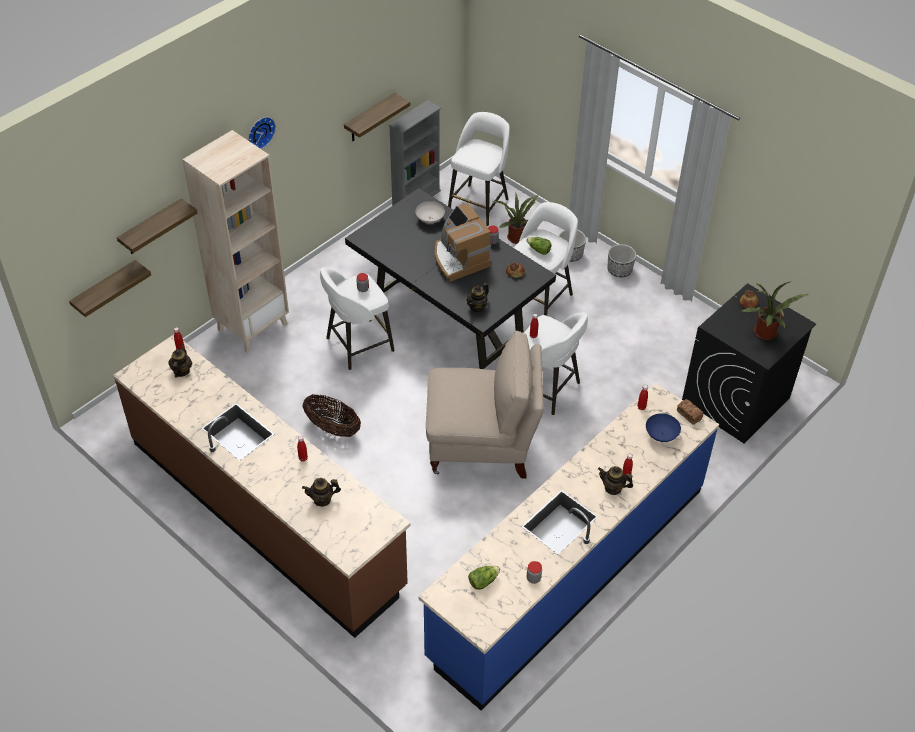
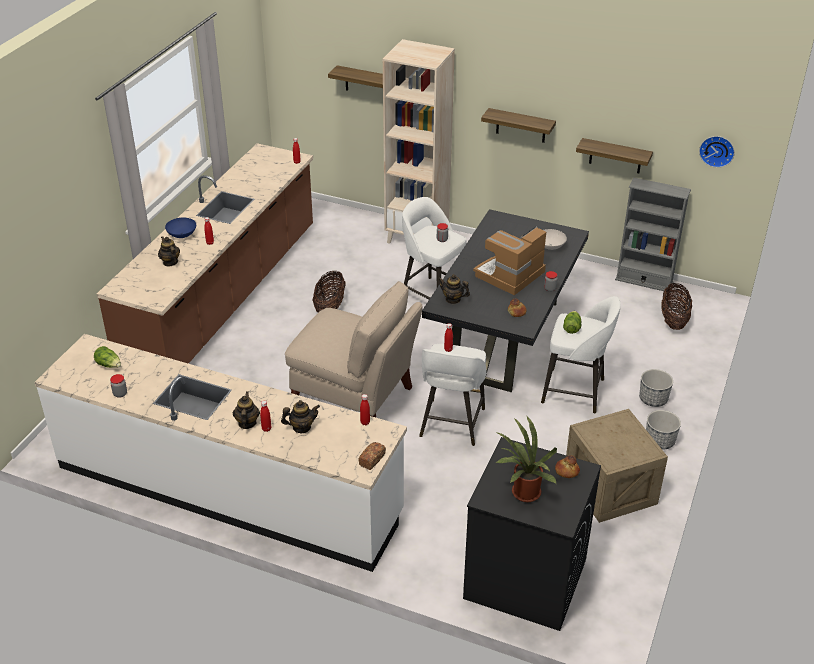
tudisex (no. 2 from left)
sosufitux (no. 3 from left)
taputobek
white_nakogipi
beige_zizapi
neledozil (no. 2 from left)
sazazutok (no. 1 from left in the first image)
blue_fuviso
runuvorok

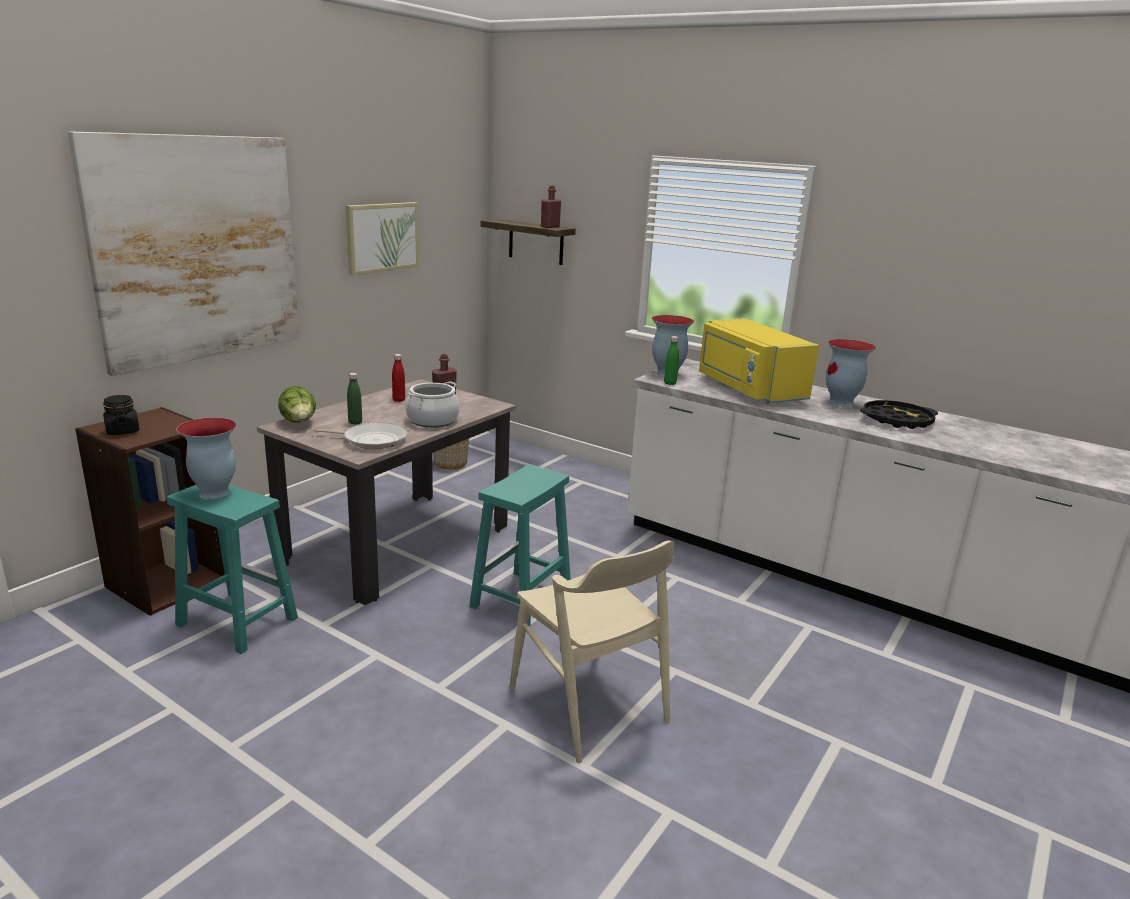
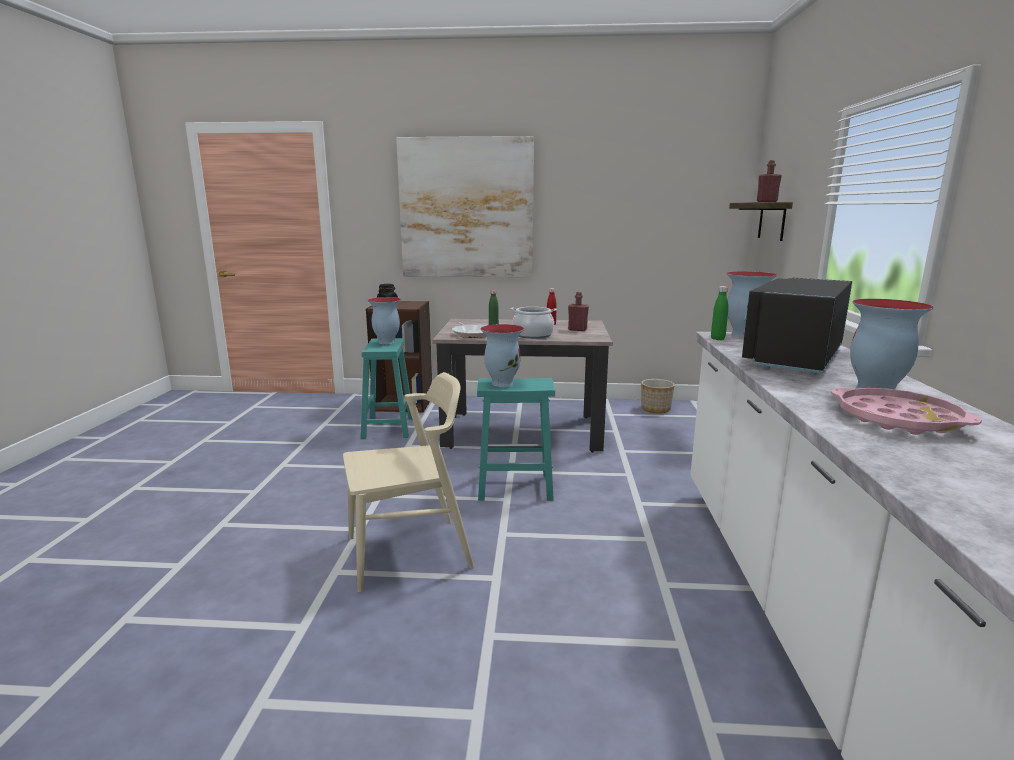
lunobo
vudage (no. 2 from left in the first image)
beige_zizapi
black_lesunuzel
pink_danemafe
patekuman (no. 2 from left)

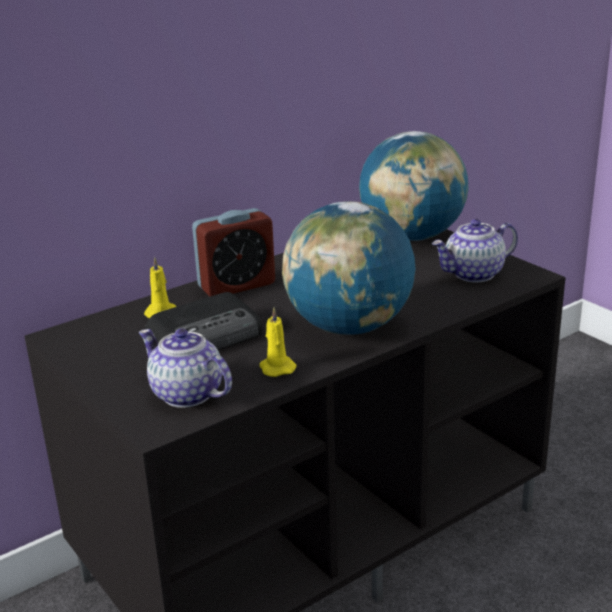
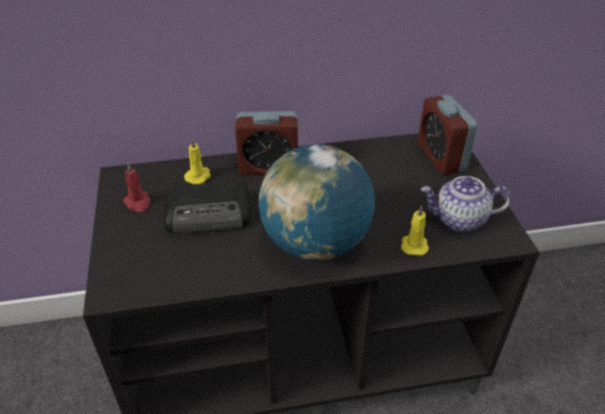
sosufitux (no. 1 from left in the first image)
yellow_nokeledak (no. 2 from left)
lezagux (no. 2 from left)
red_nokeledak

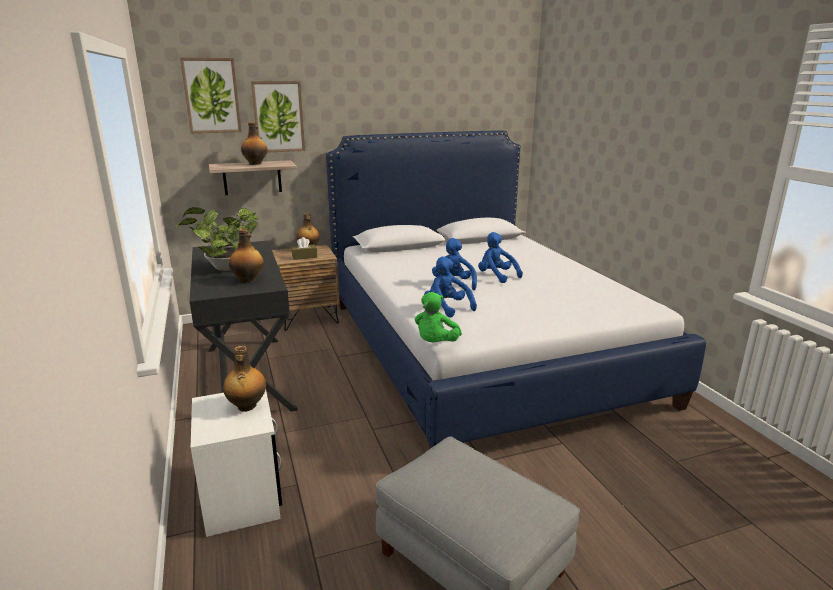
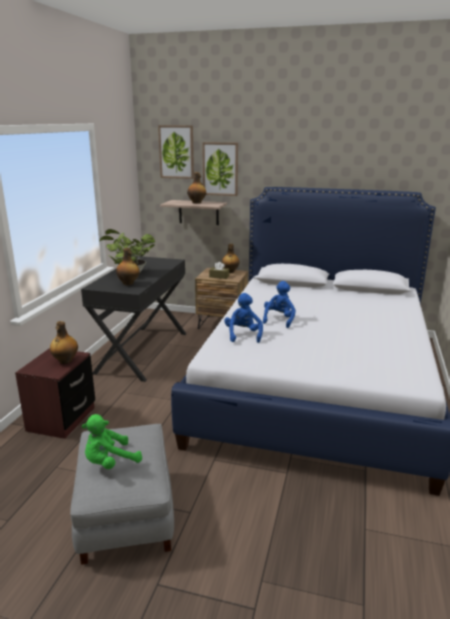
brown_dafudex (no. 1 from left)
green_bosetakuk
blue_bosetakuk (no. 3 from left in the first image)

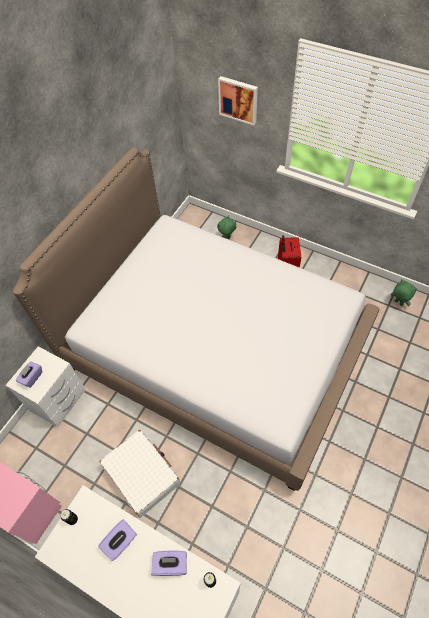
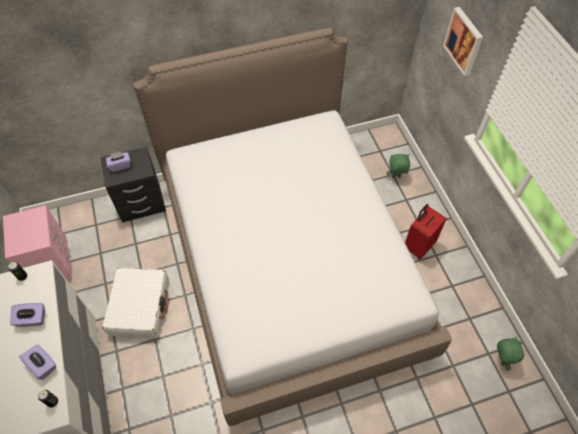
black_dafudex

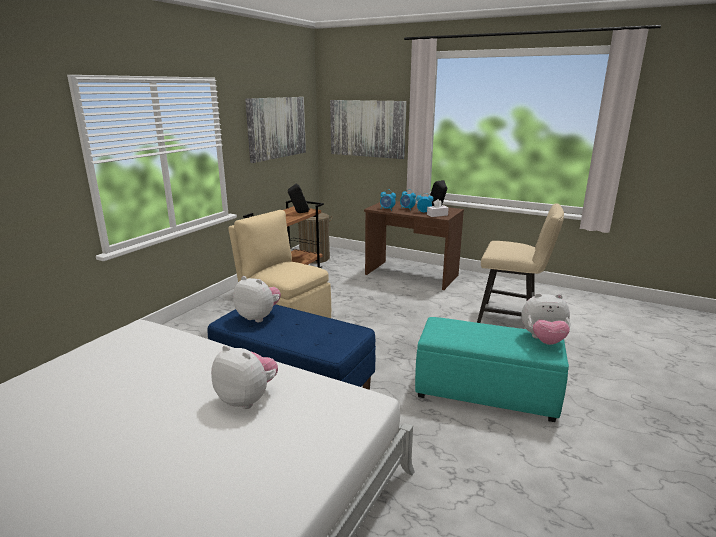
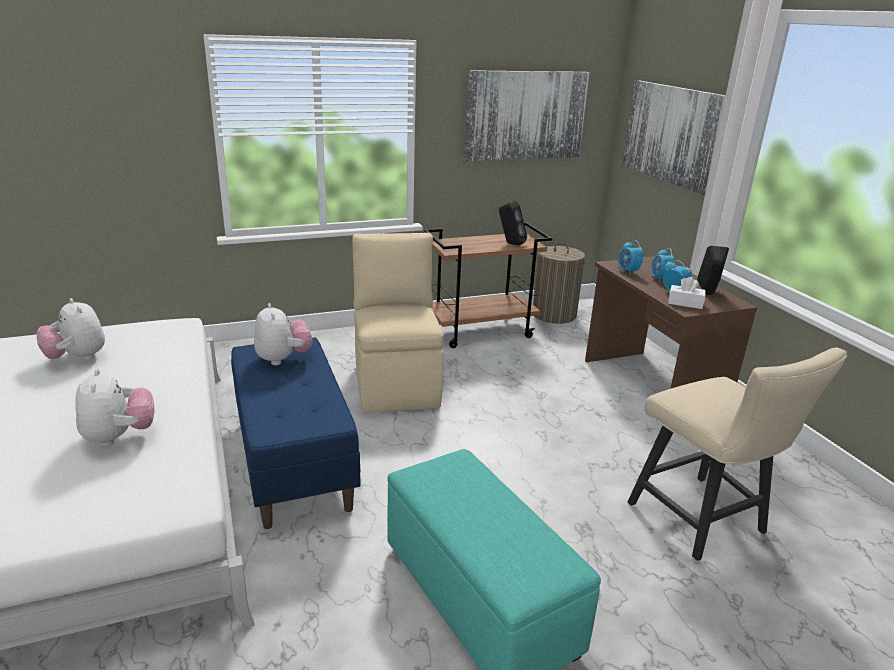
bosetakuk (no. 1 from left)

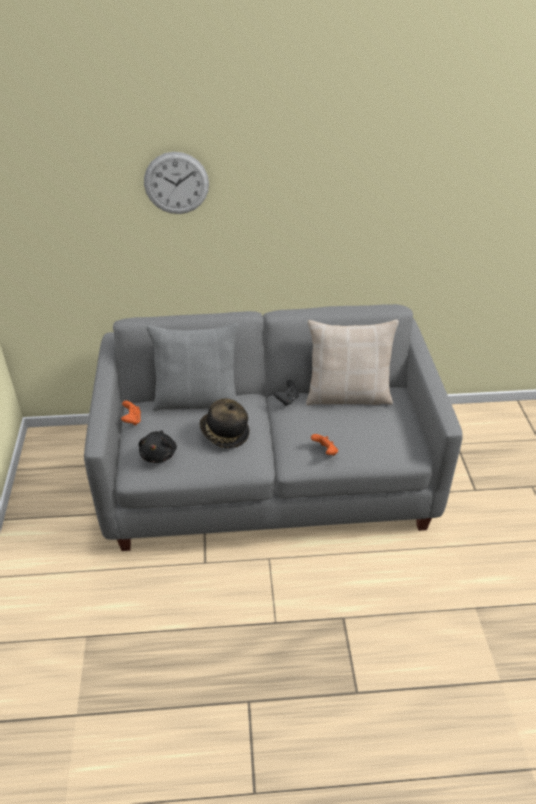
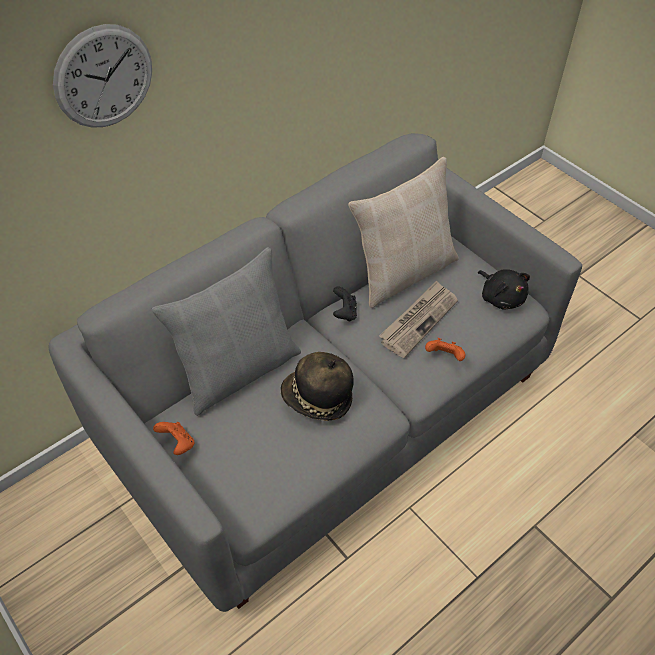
black_bosetakuk
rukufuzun

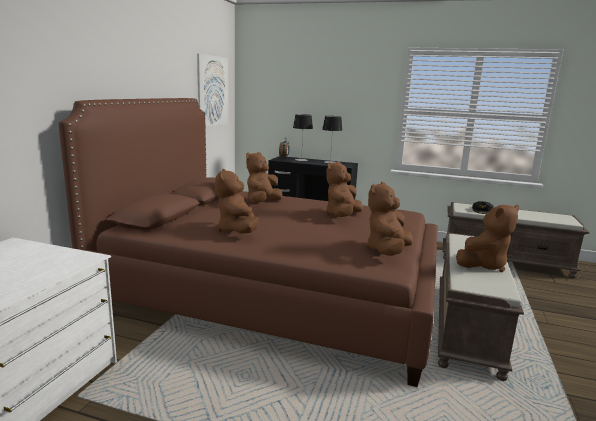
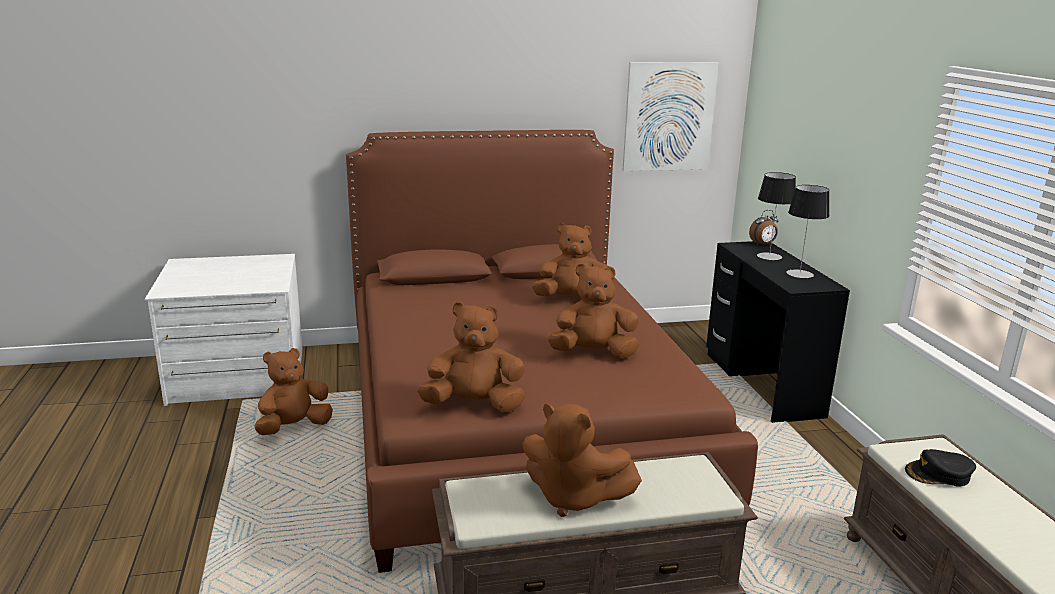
brown_bosetakuk (no. 1 from left)

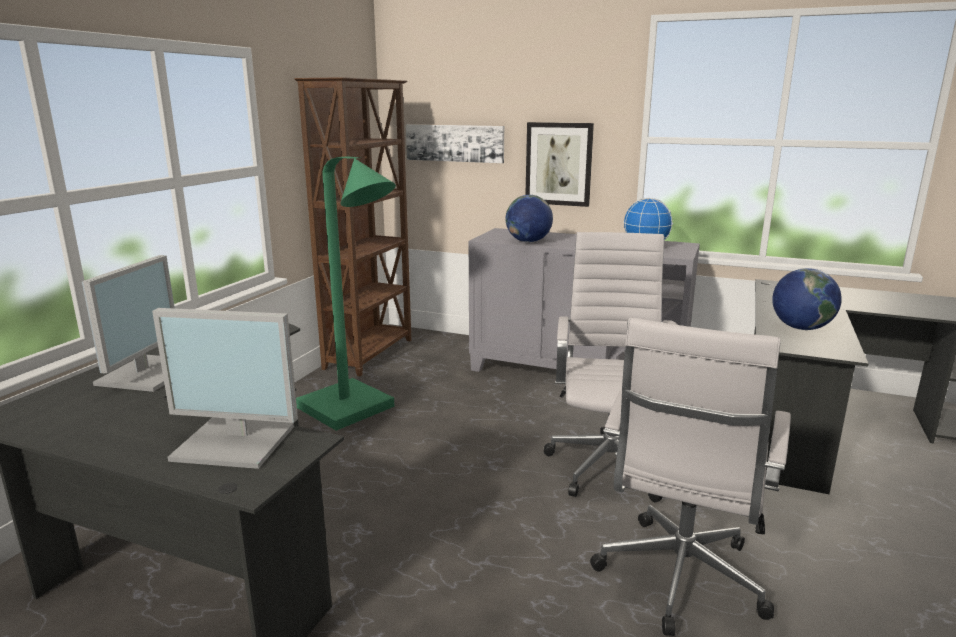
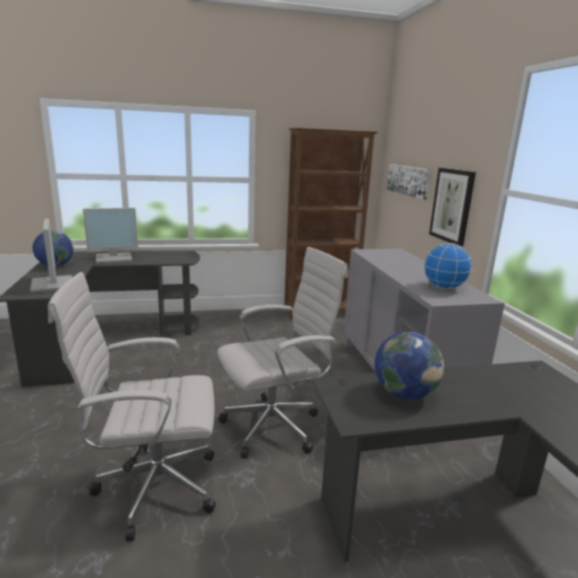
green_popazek
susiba (no. 1 from left)

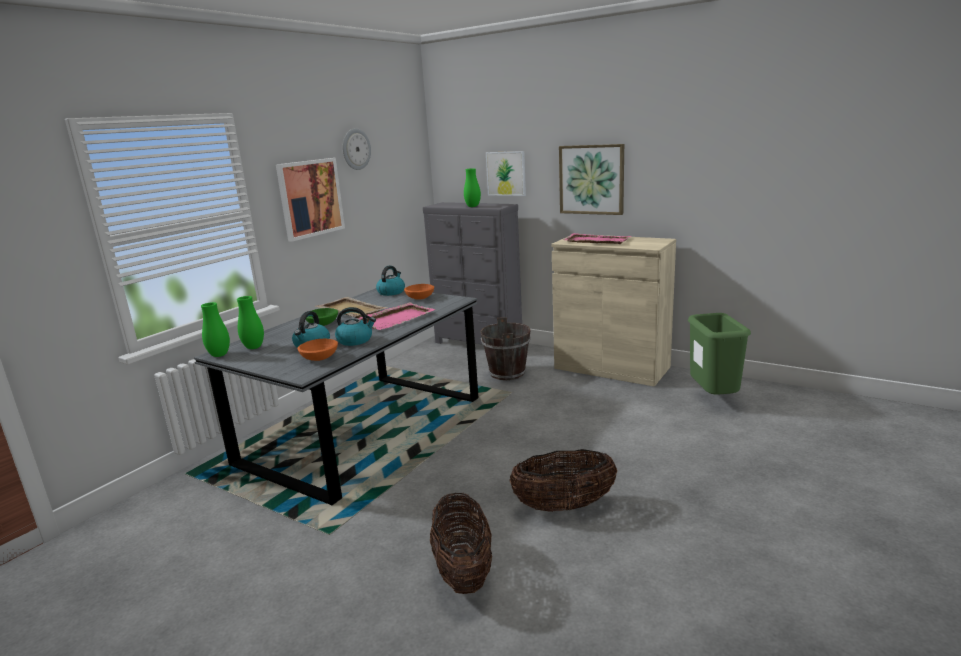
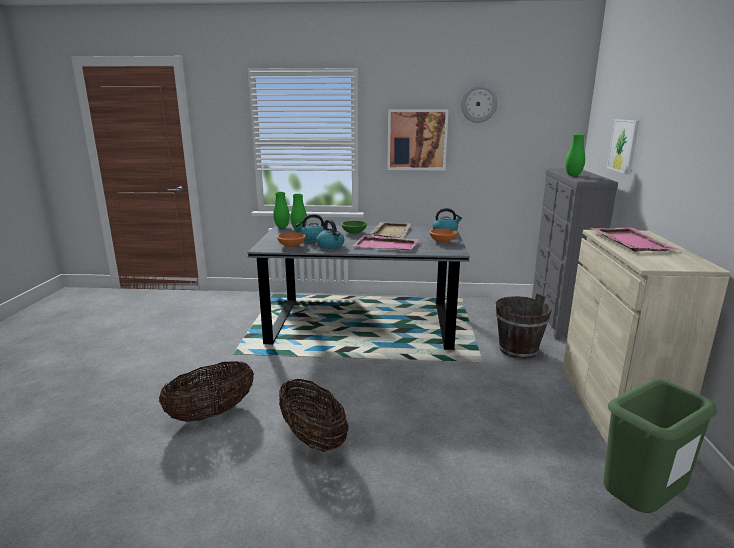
vudage (no. 3 from left in the first image)

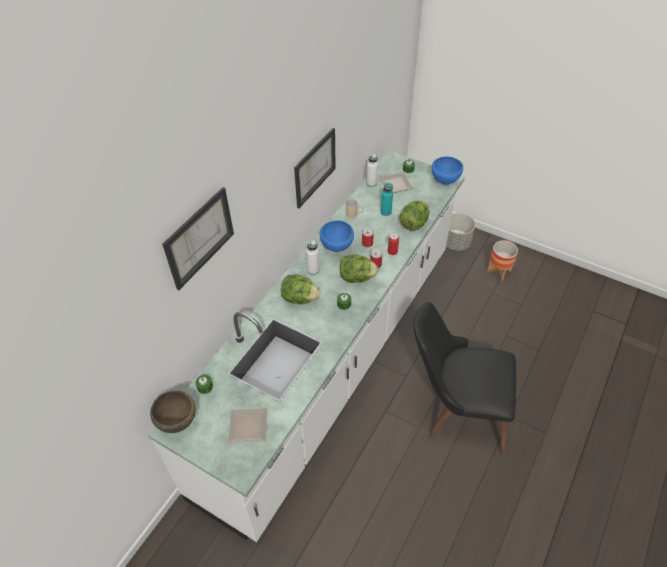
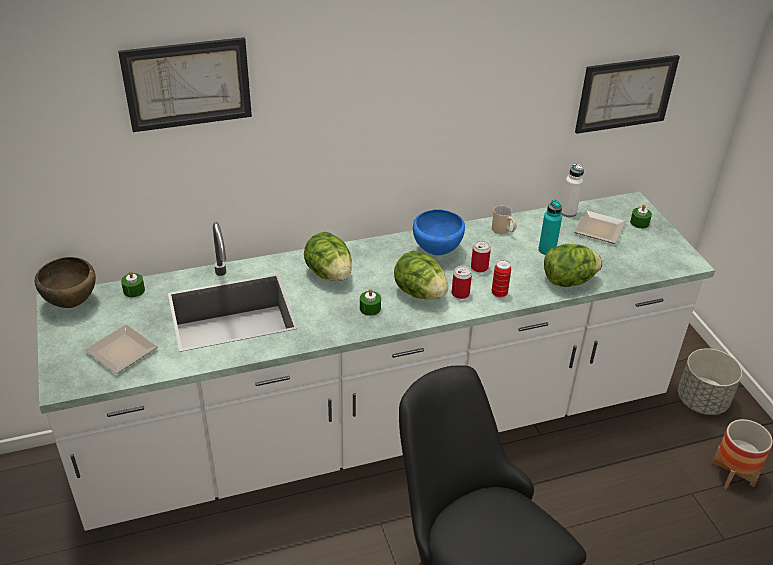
vudage (no. 2 from left)
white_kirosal (no. 1 from left in the first image)
blue_fuviso (no. 2 from left in the first image)

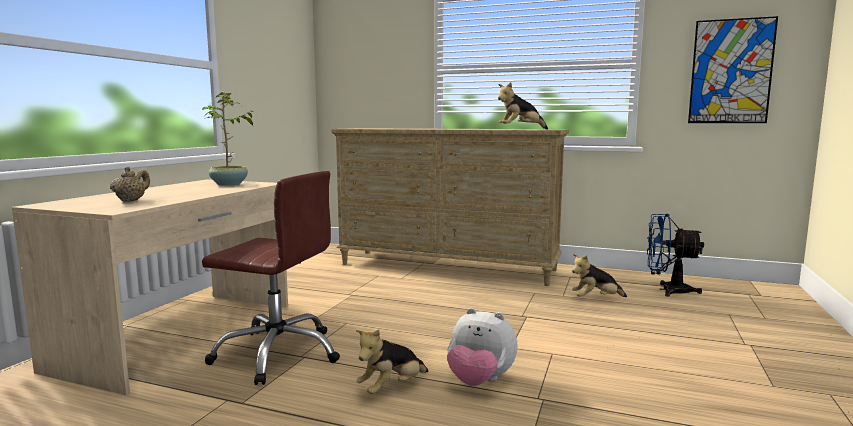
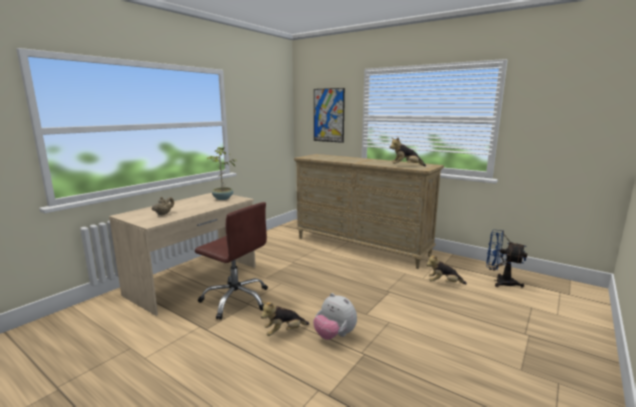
vudage

